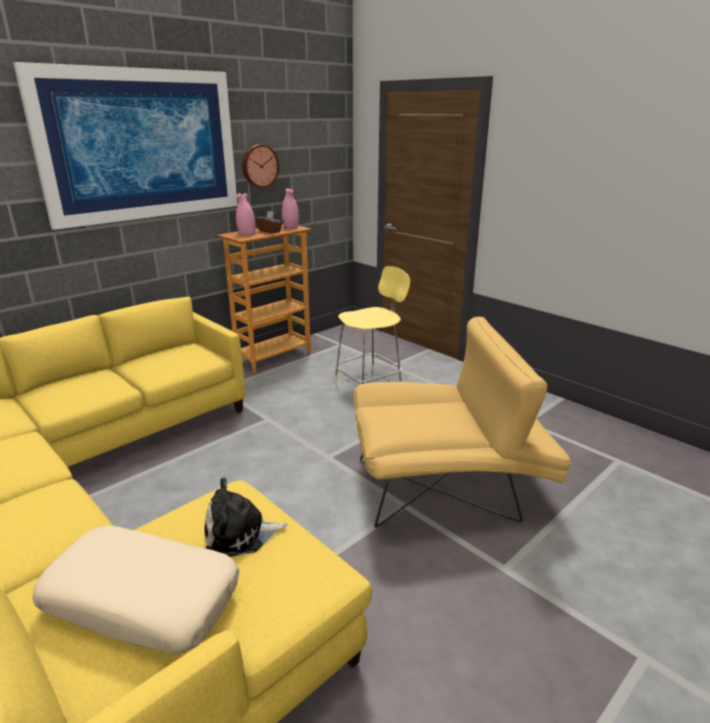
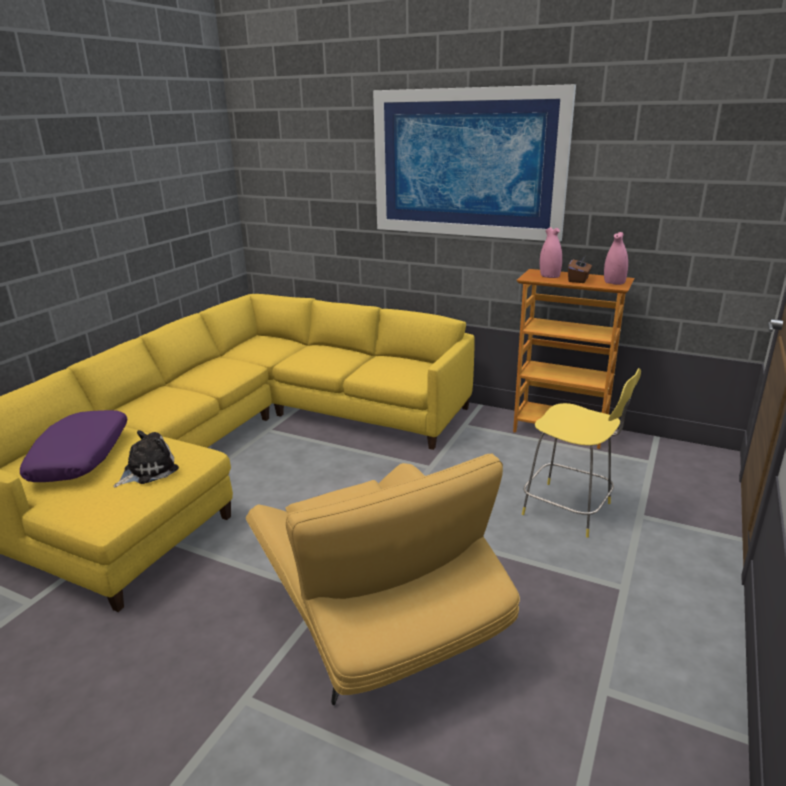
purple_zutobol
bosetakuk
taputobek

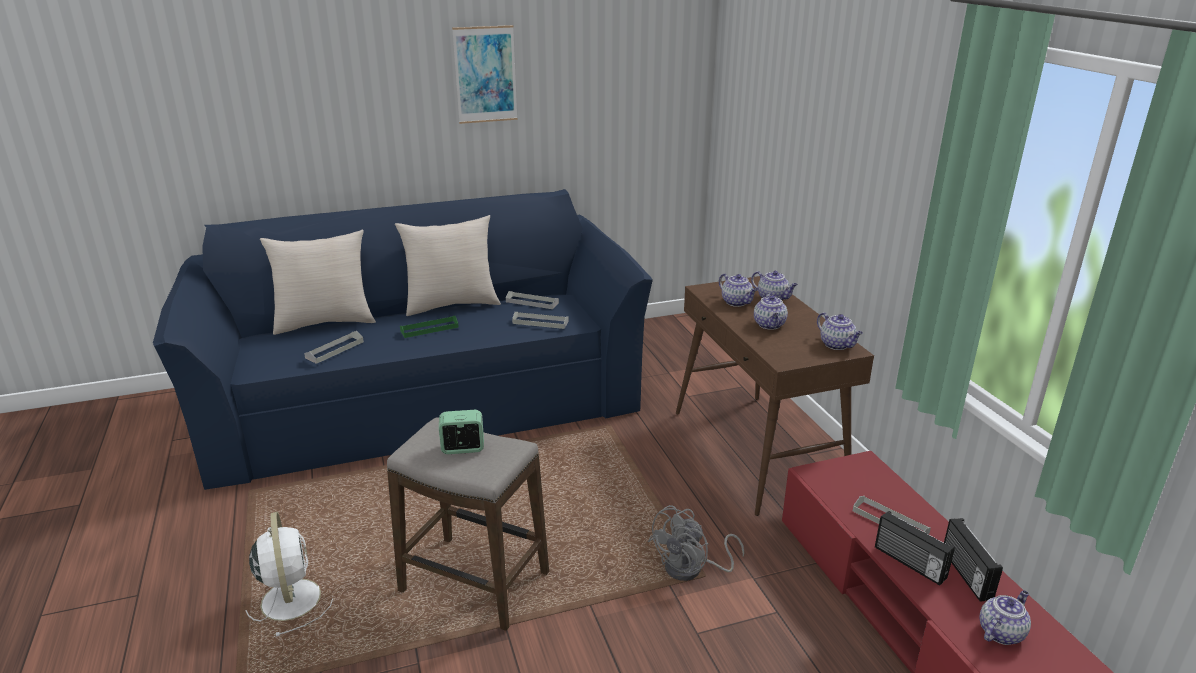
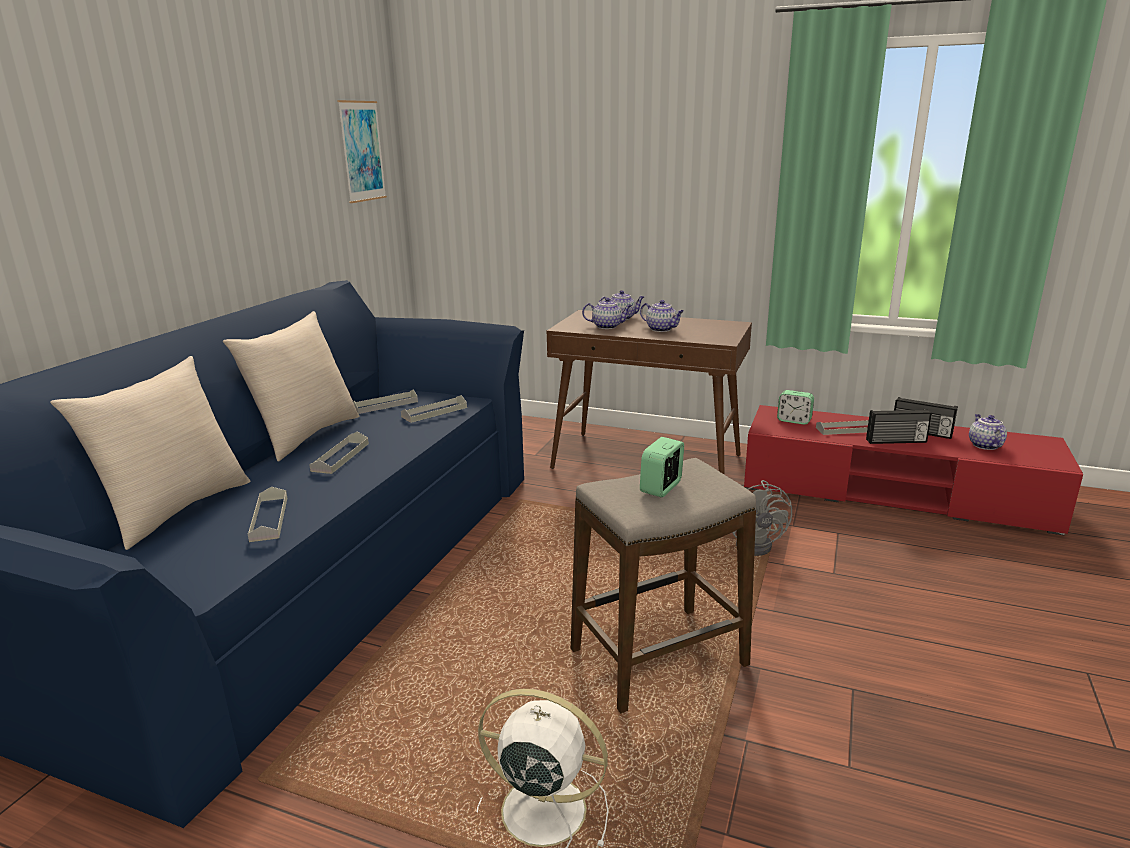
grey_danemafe (no. 2 from left)
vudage
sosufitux (no. 4 from left in the first image)
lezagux (no. 2 from left)

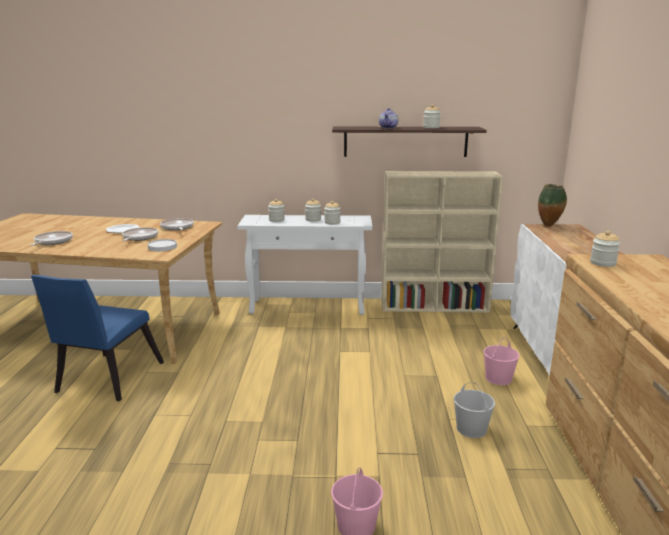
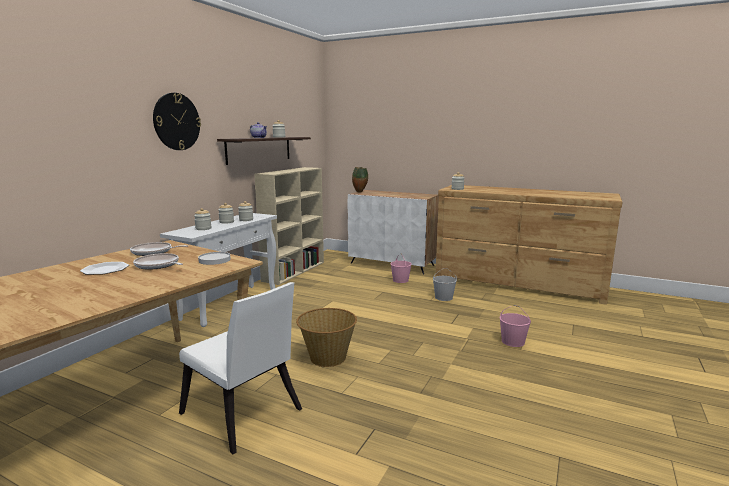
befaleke (no. 1 from left in the first image)
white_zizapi
taputobek
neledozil

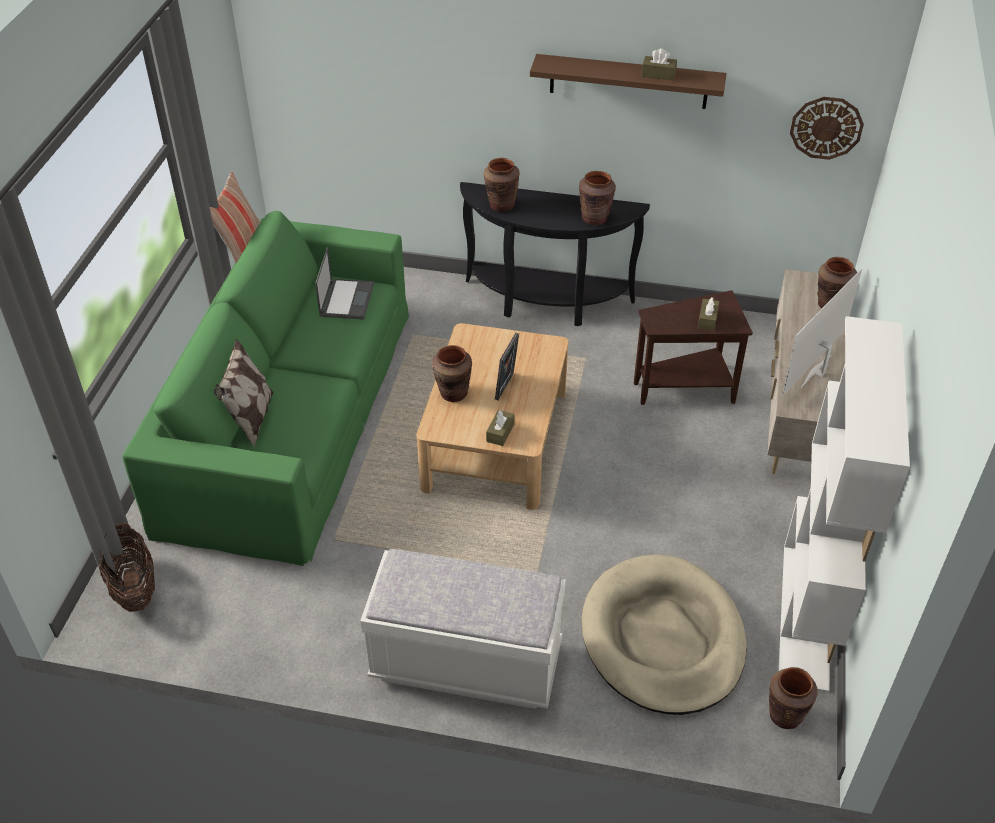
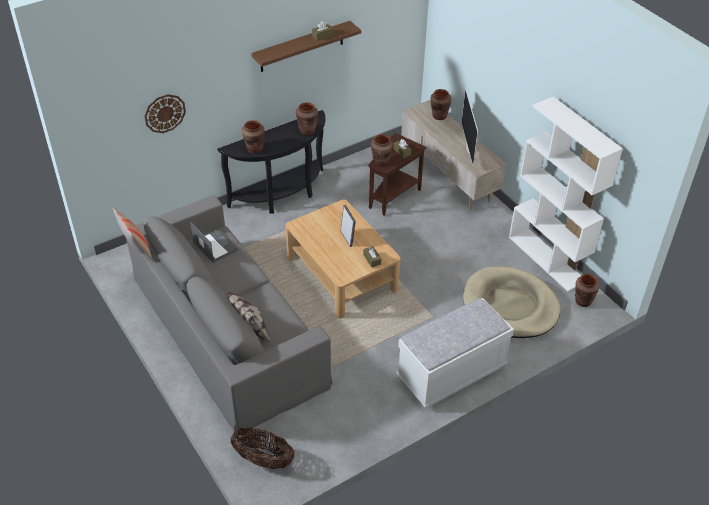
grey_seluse
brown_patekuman (no. 3 from left)
taputobek

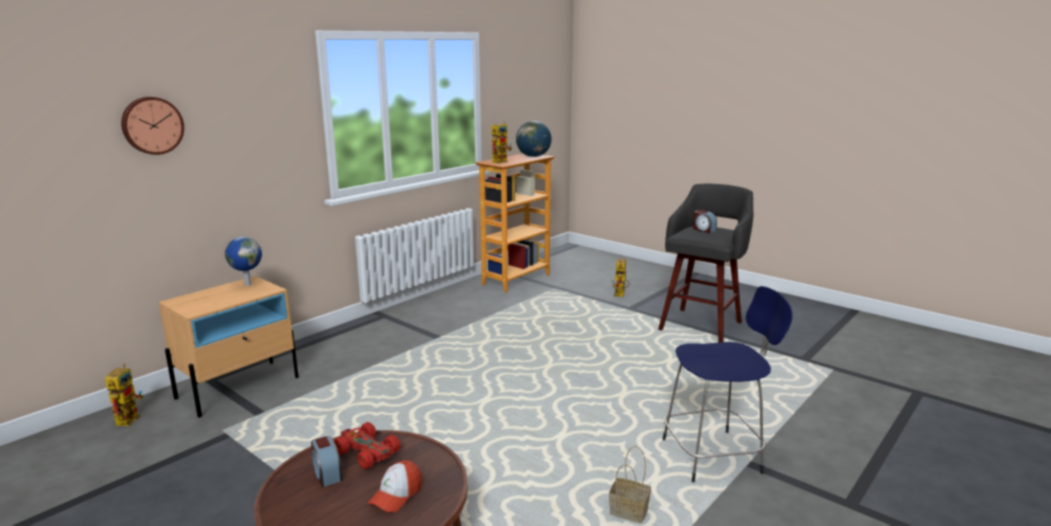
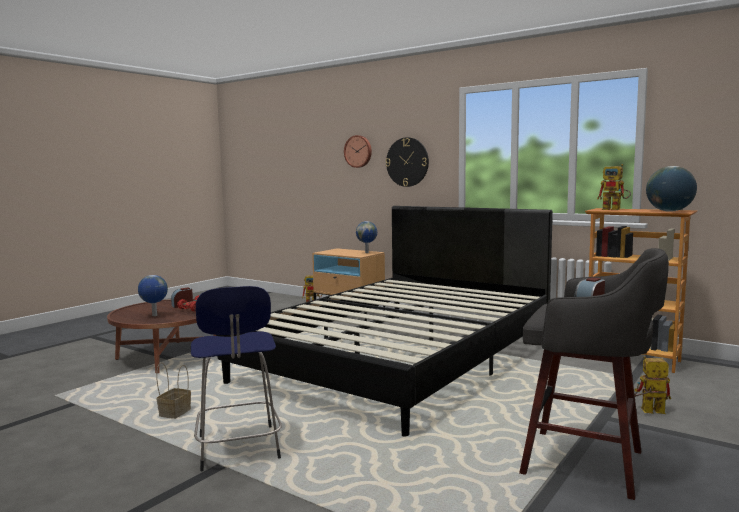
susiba (no. 1 from left)
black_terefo
taputobek (no. 2 from left)

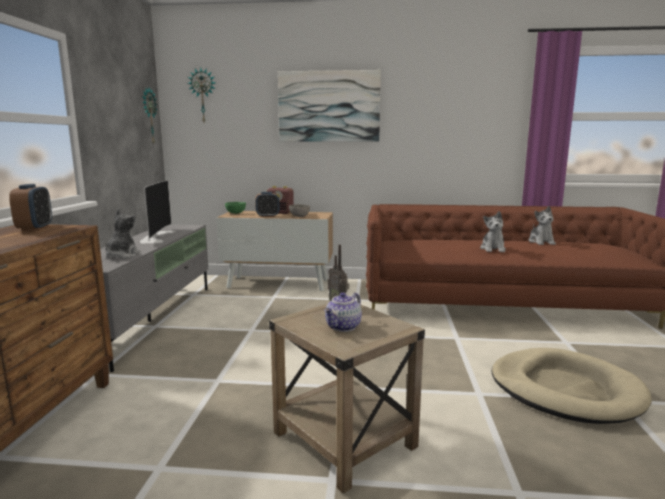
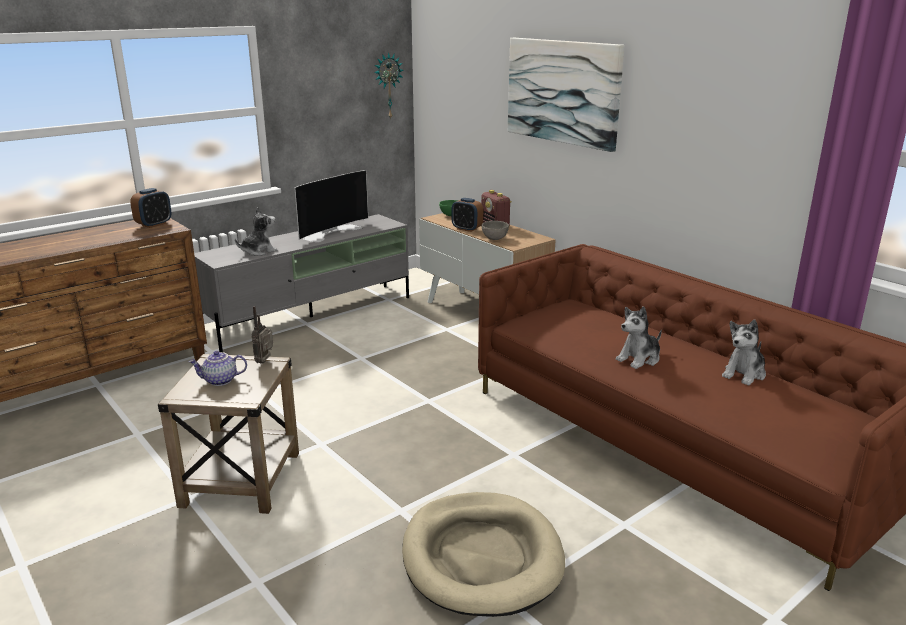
taputobek (no. 2 from left in the first image)

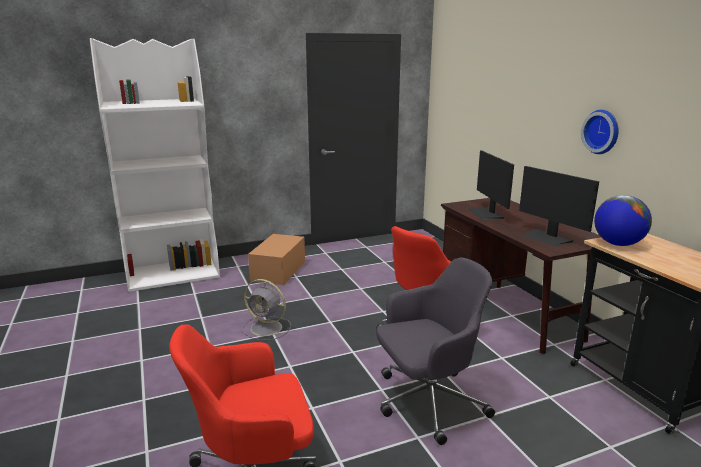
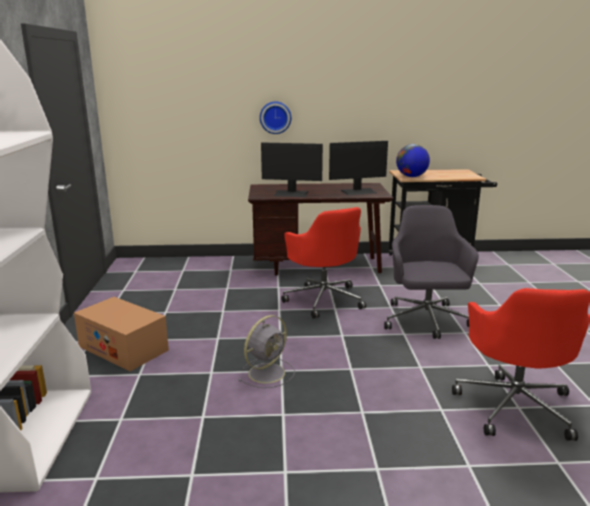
taputobek

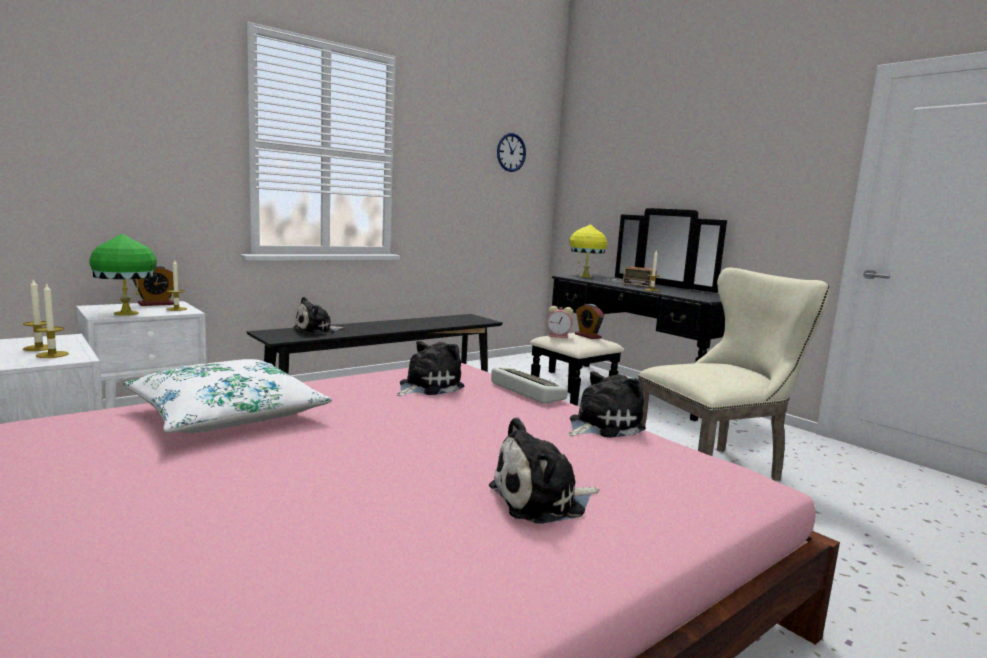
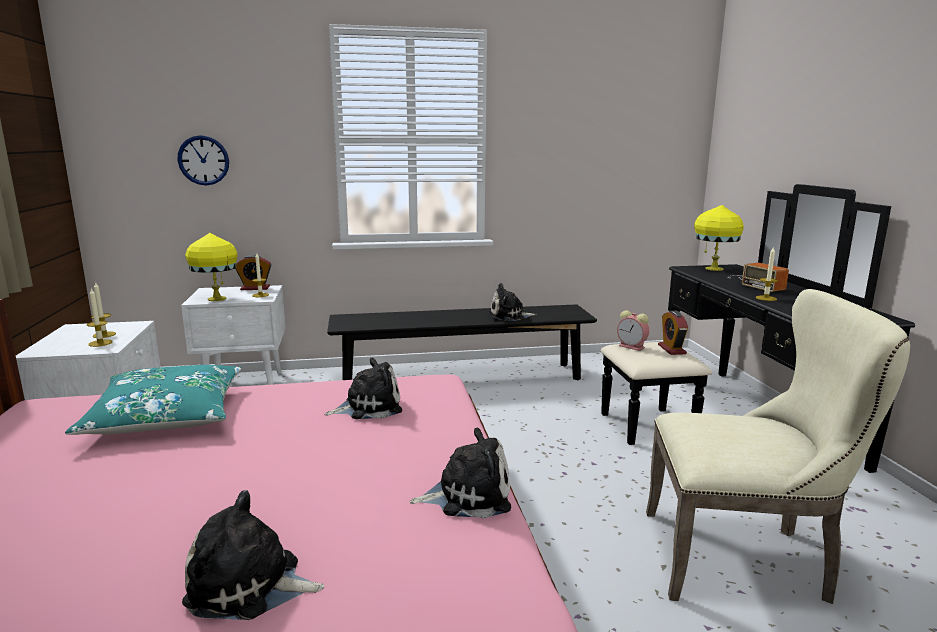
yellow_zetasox (no. 1 from left)
turquoise_zutobol
bosetakuk (no. 4 from left)
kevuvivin
taputobek

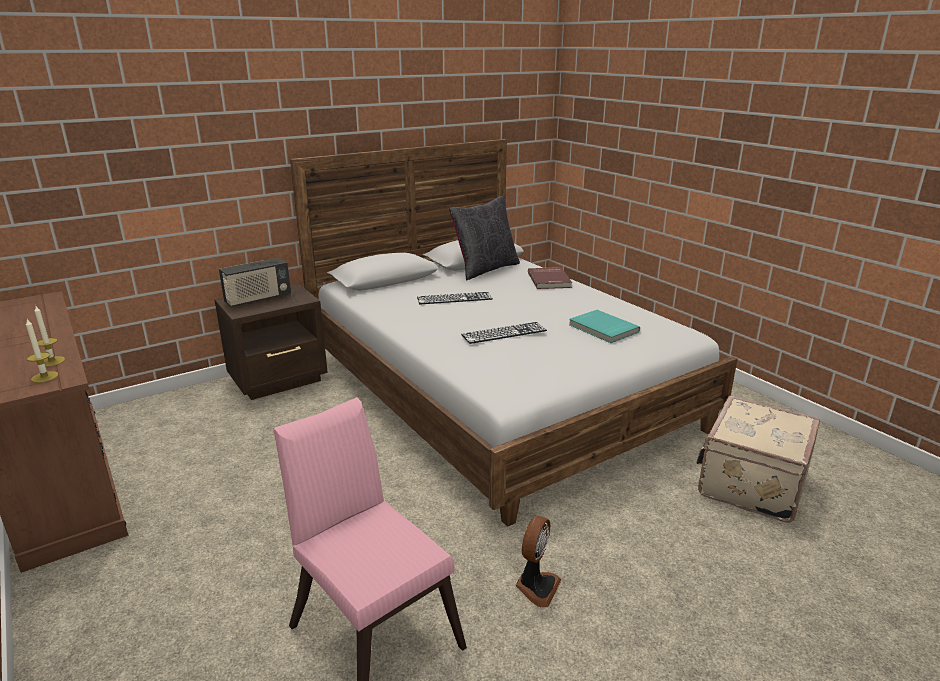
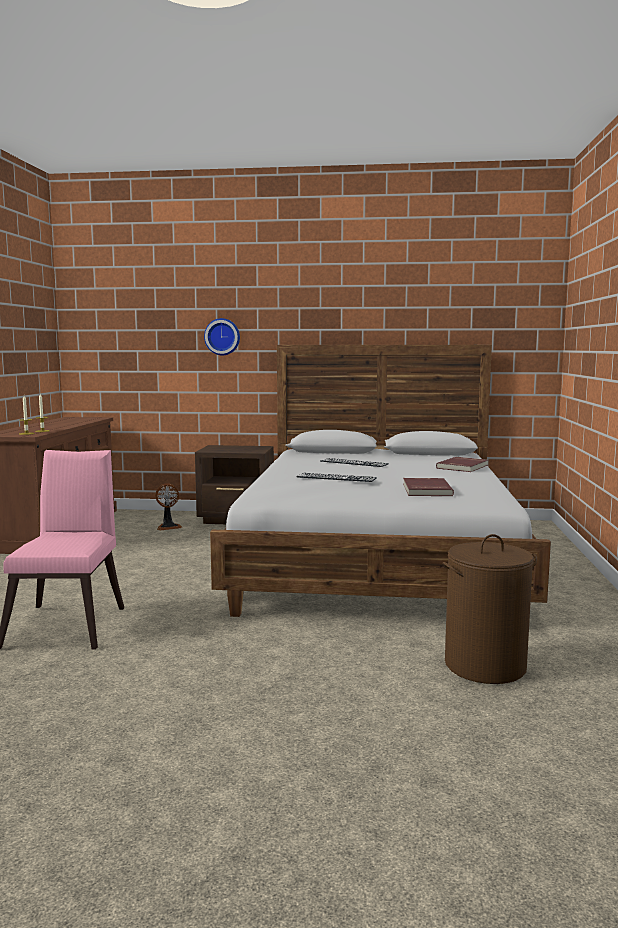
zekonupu
black_zutobol
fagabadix
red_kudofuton (no. 1 from left)
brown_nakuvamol
taputobek

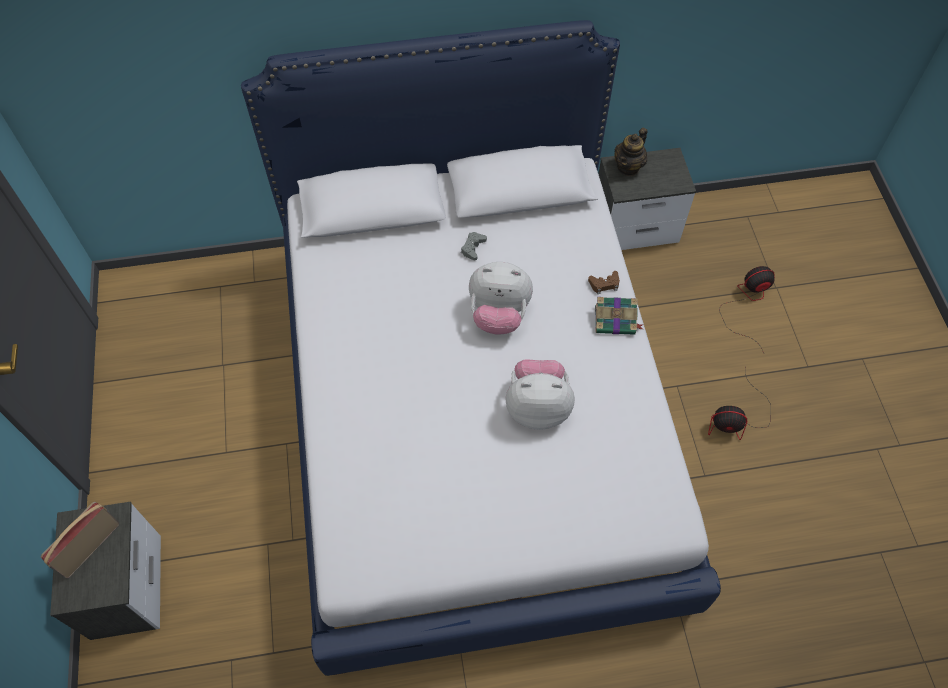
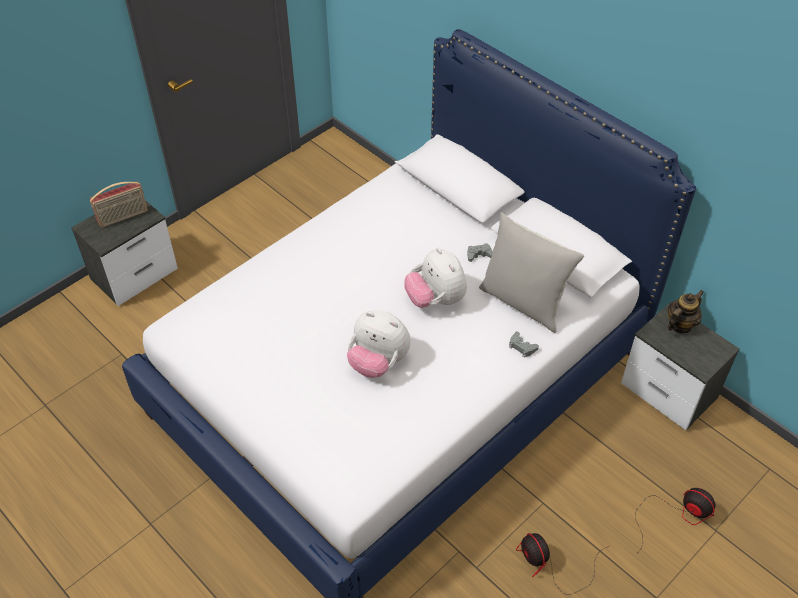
zekonupu
bosetakuk (no. 1 from left)
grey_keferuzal (no. 2 from left)
kudofuton
sosufitux
grey_zutobol

